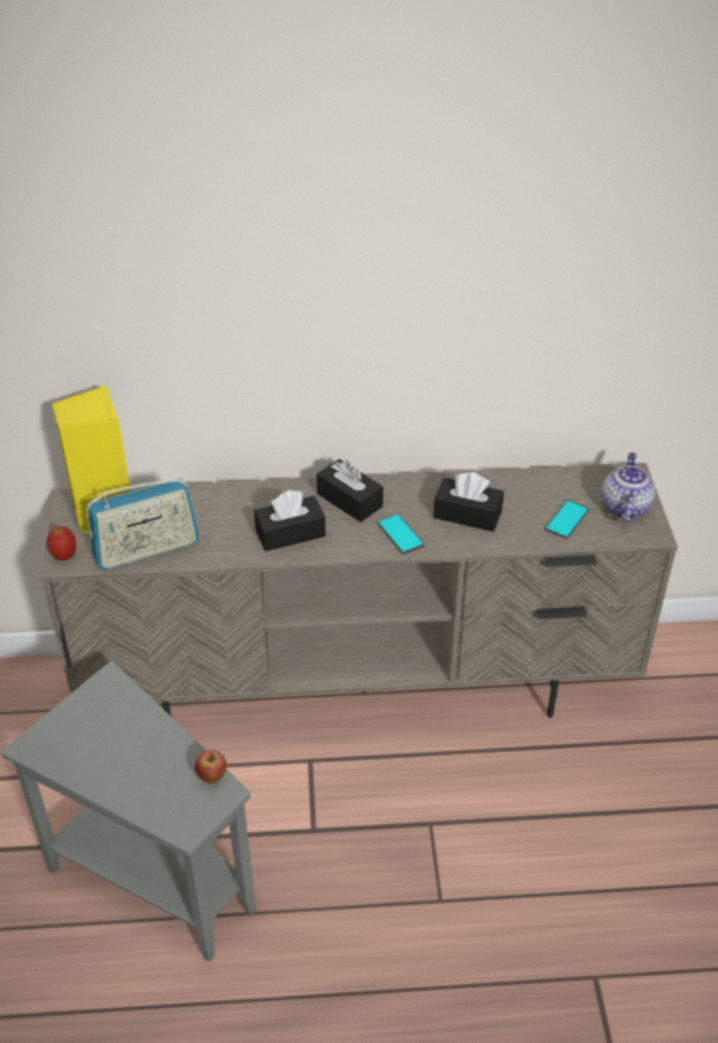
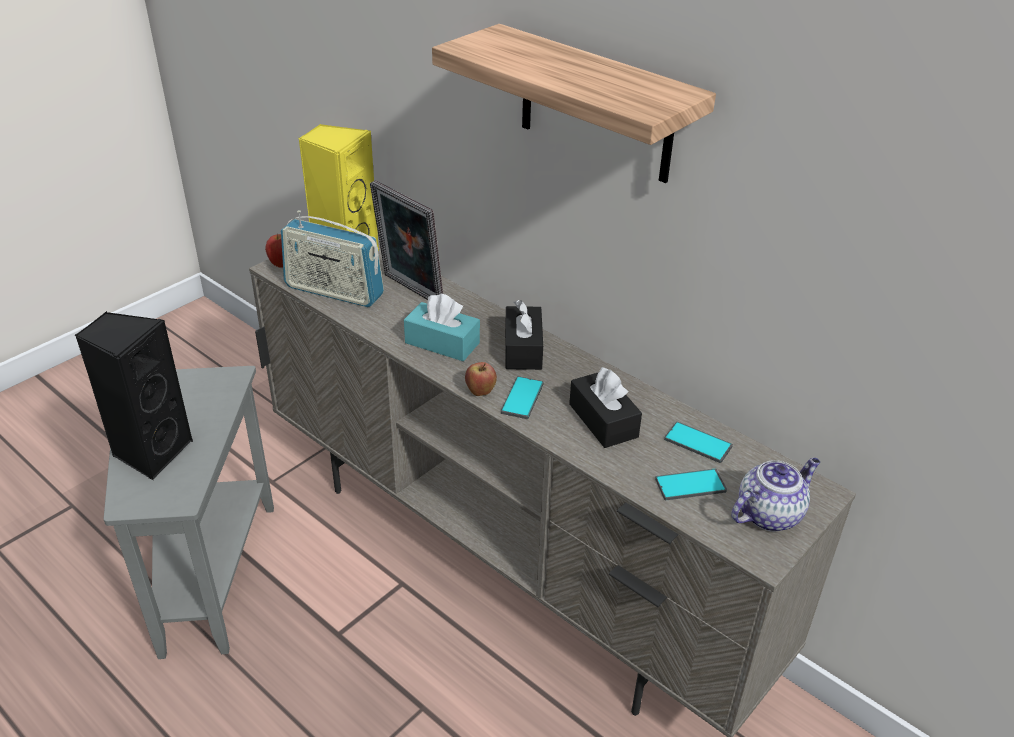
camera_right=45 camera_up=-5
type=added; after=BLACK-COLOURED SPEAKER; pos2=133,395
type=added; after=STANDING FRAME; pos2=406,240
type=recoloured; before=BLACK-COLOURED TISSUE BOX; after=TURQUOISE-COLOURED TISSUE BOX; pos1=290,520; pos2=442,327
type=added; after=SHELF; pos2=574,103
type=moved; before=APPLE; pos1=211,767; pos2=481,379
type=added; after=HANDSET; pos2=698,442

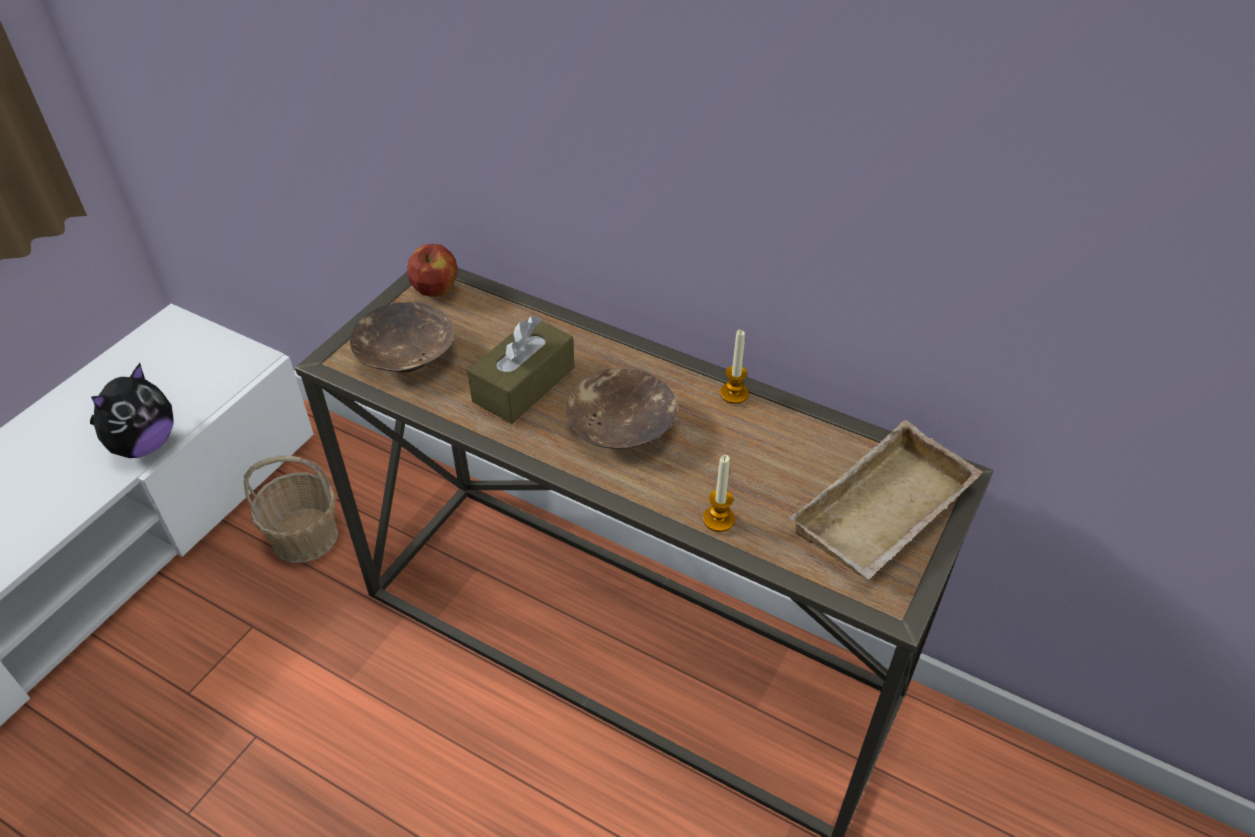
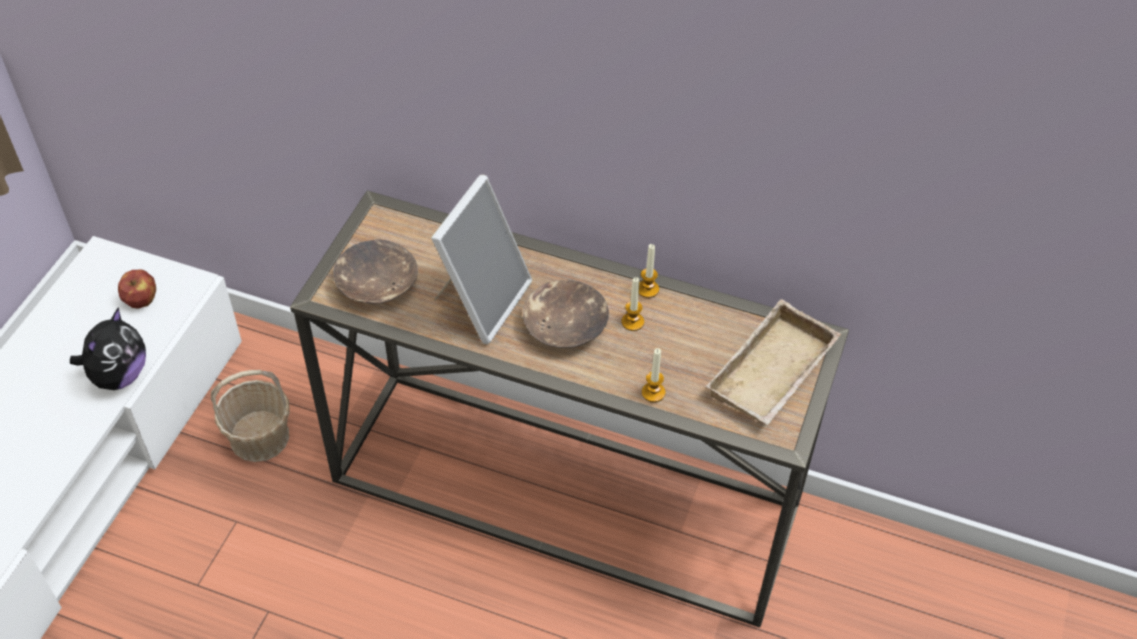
camera_right=-10 camera_up=5
type=moved; before=APPLE; pos1=432,270; pos2=137,289
type=replaced; before=BROWN-COLOURED TISSUE BOX; after=STANDING FRAME; pos1=521,370; pos2=481,259
type=added; after=WAX CANDLE; pos2=632,304

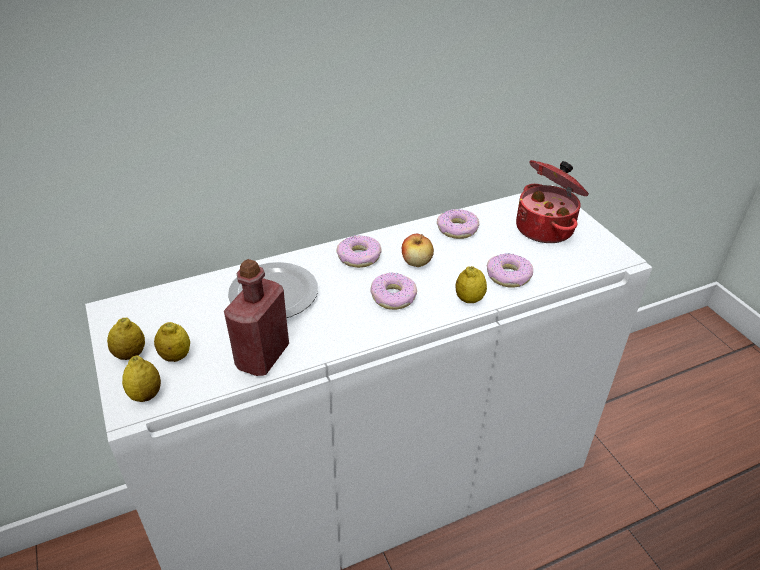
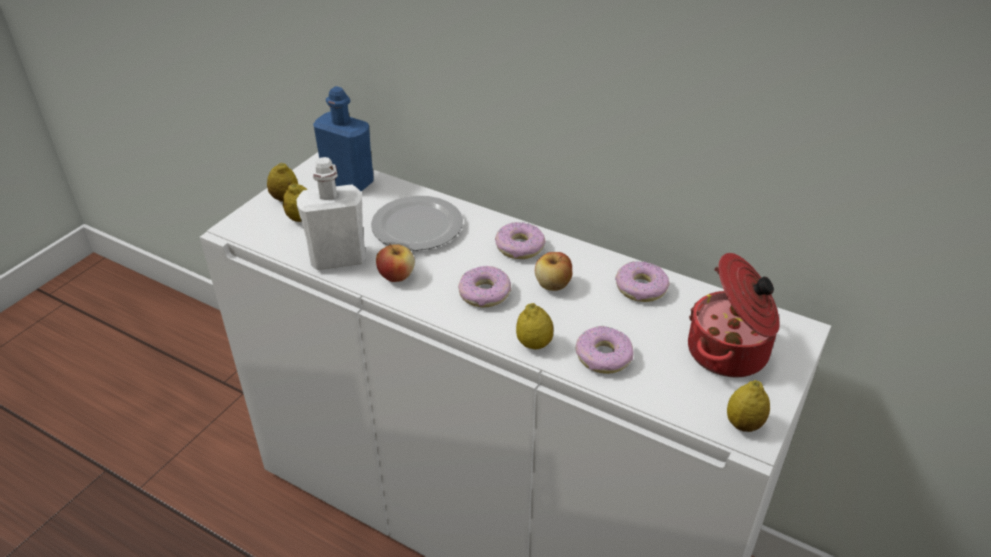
camera_right=55 camera_up=0
type=recoloured; before=RED DRINK BOTTLE; after=WHITE DRINK BOTTLE; pos1=256,317; pos2=331,213
type=added; after=BLUE DRINK BOTTLE; pos2=343,138
type=added; after=APPLE; pos2=395,263
type=moved; before=WHOLE LEMON; pos1=141,378; pos2=748,406

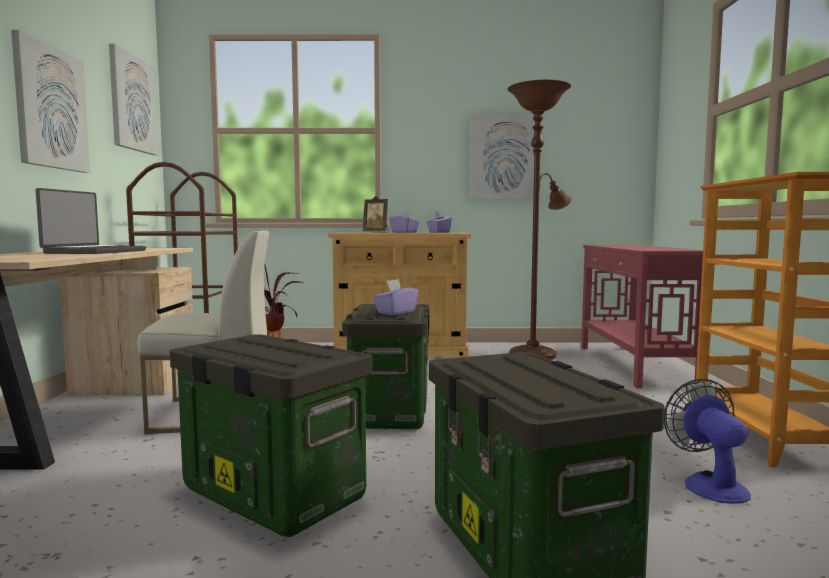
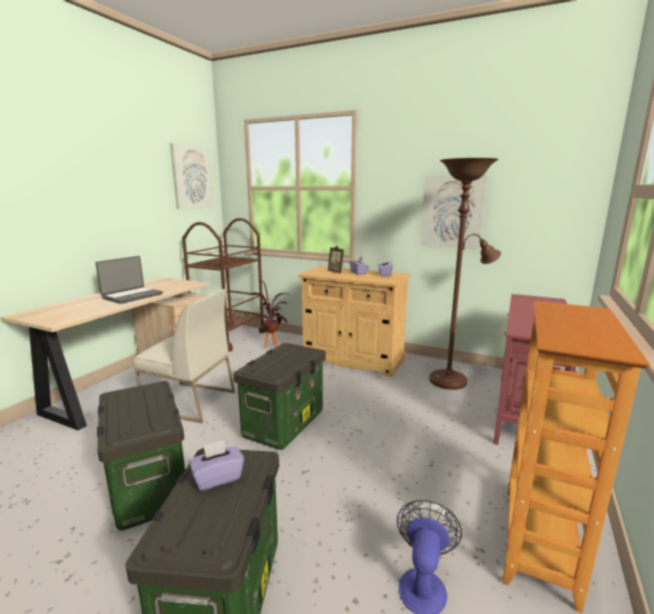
camera_right=25 camera_up=10
type=moved; before=PURPLE TISSUE BOX; pos1=396,297; pos2=216,465
type=removed; before=WALL ART; pos1=50,101

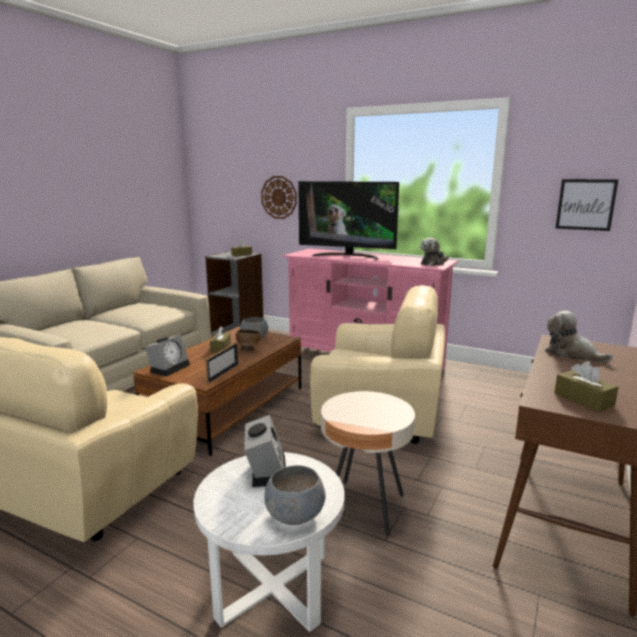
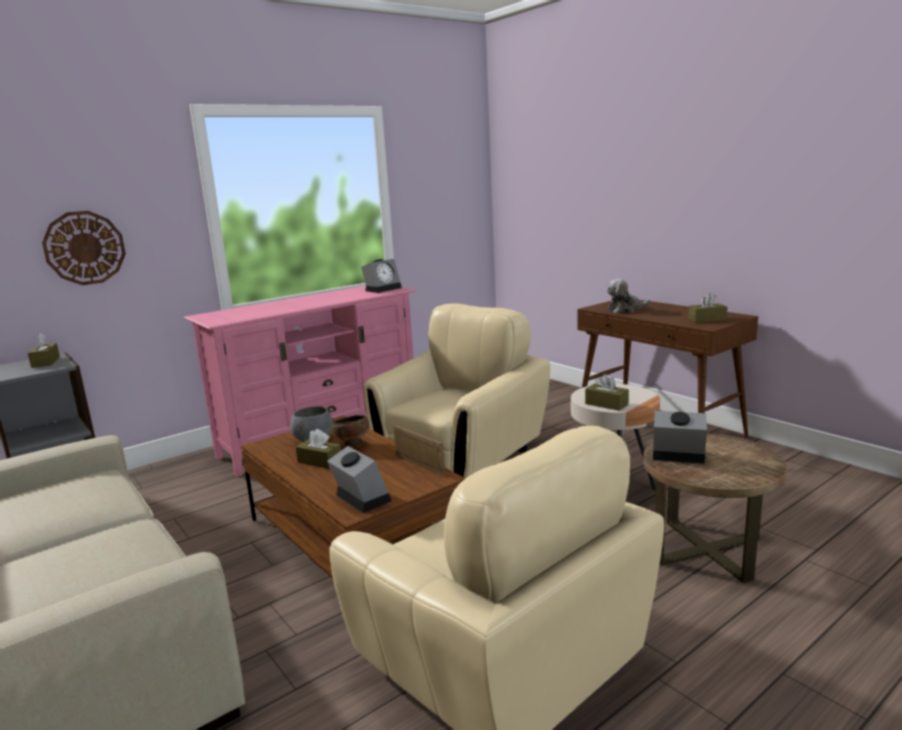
camera_right=-65 camera_up=0
type=replaced; before=CUDDLY TOY; after=TABLE CLOCK; pos1=435,252; pos2=381,276
type=added; after=BROWN-COLOURED TISSUE BOX; pos2=607,392
type=recoloured; before=WHITE ACCENT TABLE; after=BROWN-COLOURED ACCENT TABLE; pos1=269,542; pos2=715,508
type=removed; before=GRAY DEEP DISH; pos1=295,495
type=removed; before=TELEVISION; pos1=348,220
type=removed; before=WALL ART; pos1=586,205

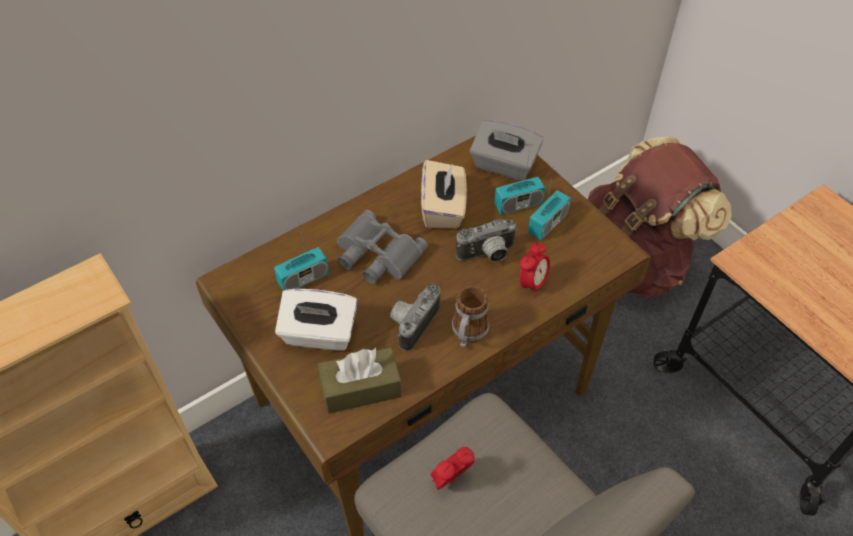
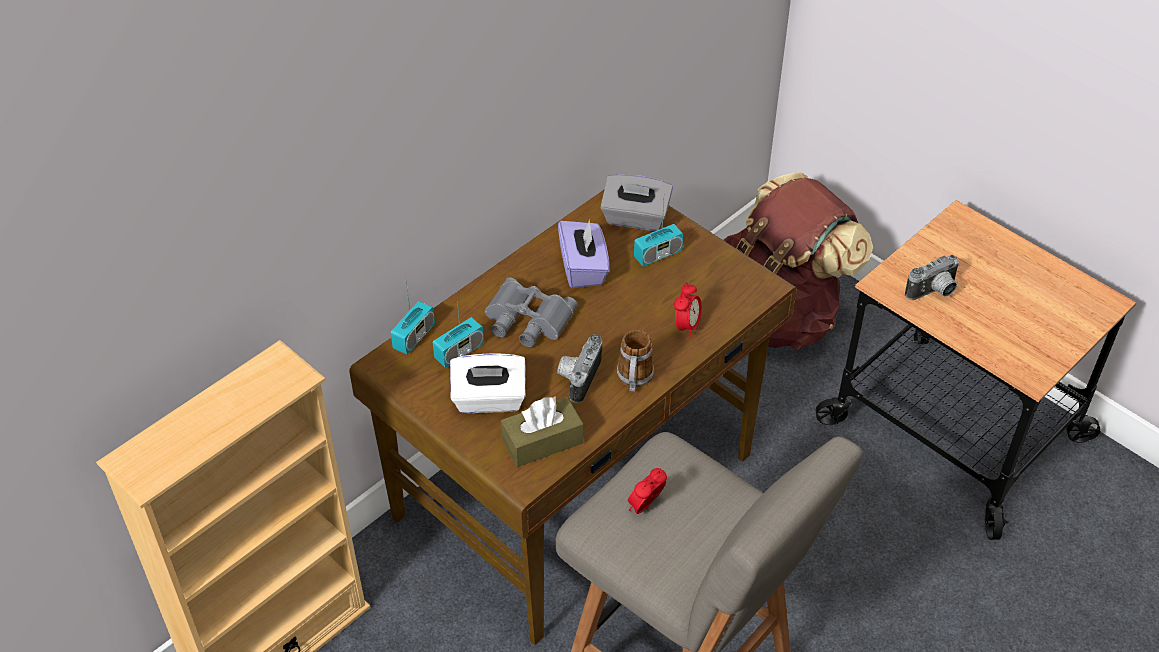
camera_right=-10 camera_up=-5
type=moved; before=RADIO; pos1=549,203; pos2=413,315
type=recoloured; before=SAND-COLOURED TISSUE BOX; after=PURPLE TISSUE BOX; pos1=444,194; pos2=583,254
type=moved; before=PHOTO CAMERA; pos1=487,240; pos2=932,277

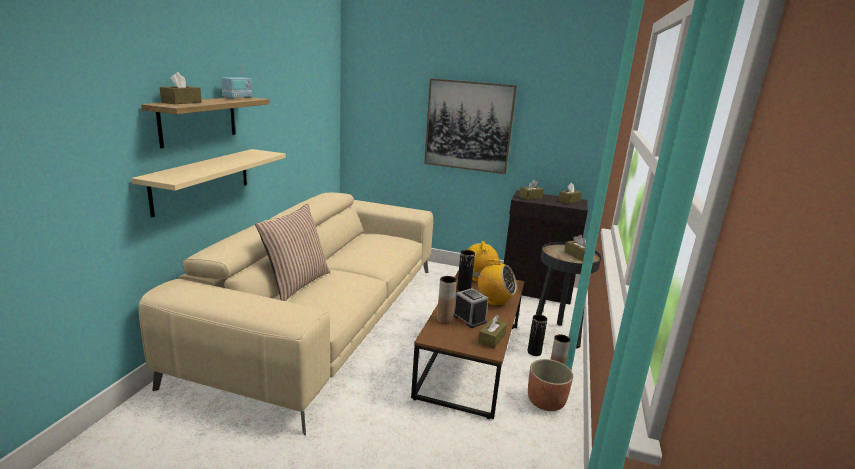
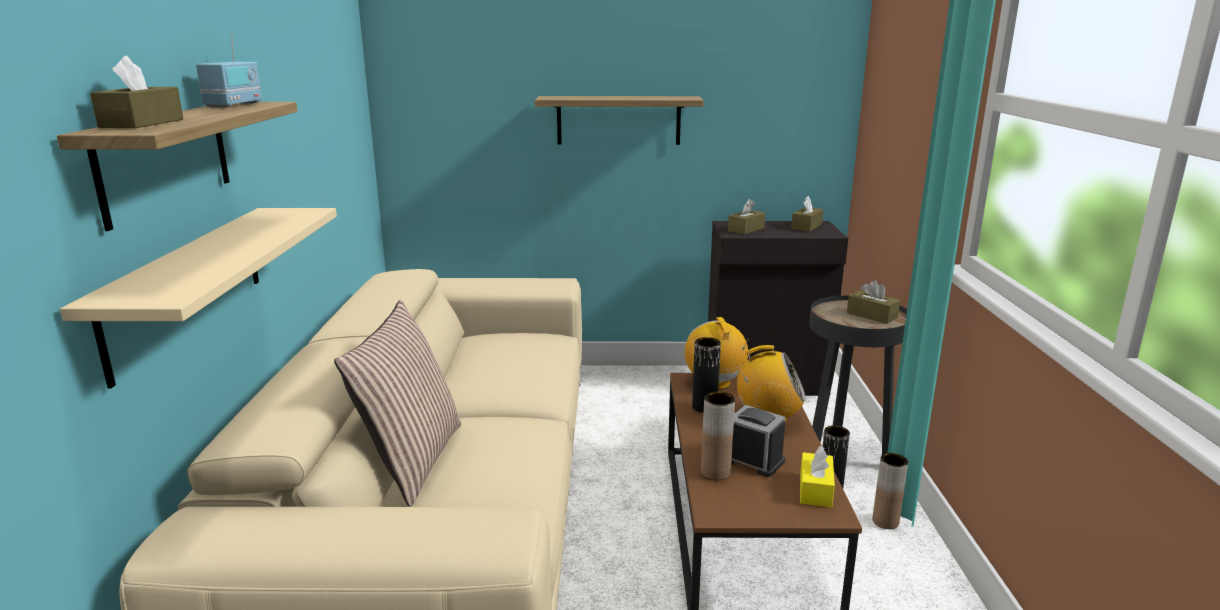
camera_right=-15 camera_up=0
type=replaced; before=WALL ART; after=SHELF; pos1=470,126; pos2=619,120
type=recoloured; before=BROWN-COLOURED TISSUE BOX; after=YELLOWISH TISSUE BOX; pos1=492,332; pos2=817,476
type=removed; before=FLOWER POT; pos1=550,385

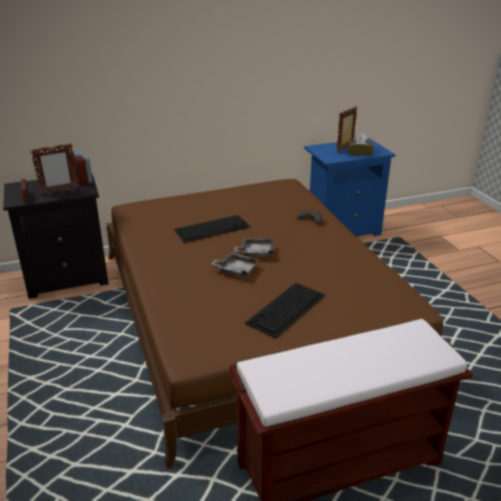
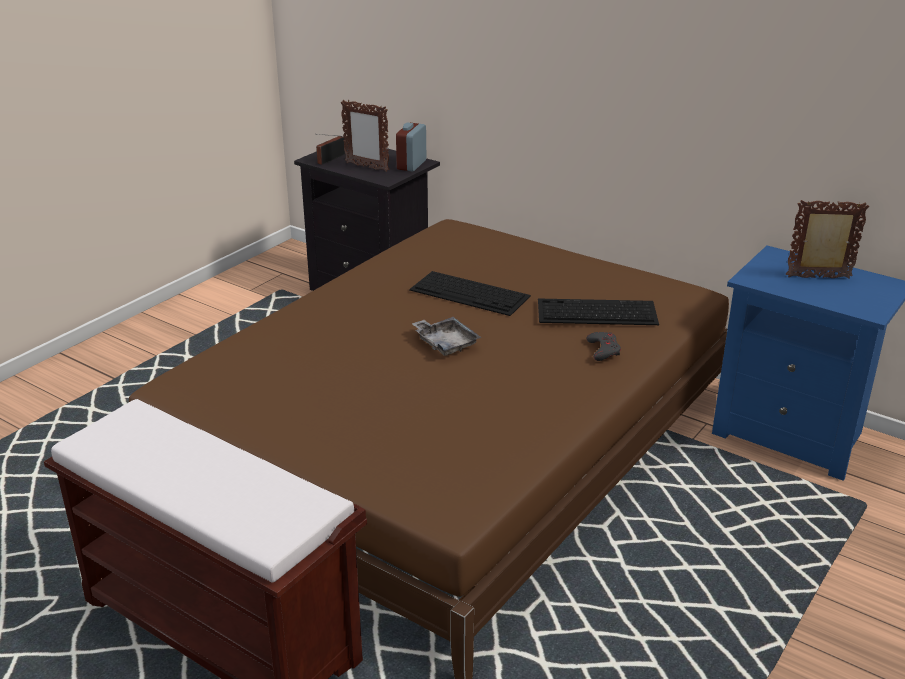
camera_right=55 camera_up=0
type=moved; before=COMPUTER KEYBOARD; pos1=285,310; pos2=598,311
type=removed; before=GRAY TRAY; pos1=235,265
type=removed; before=BROWN-COLOURED TISSUE BOX; pos1=360,144

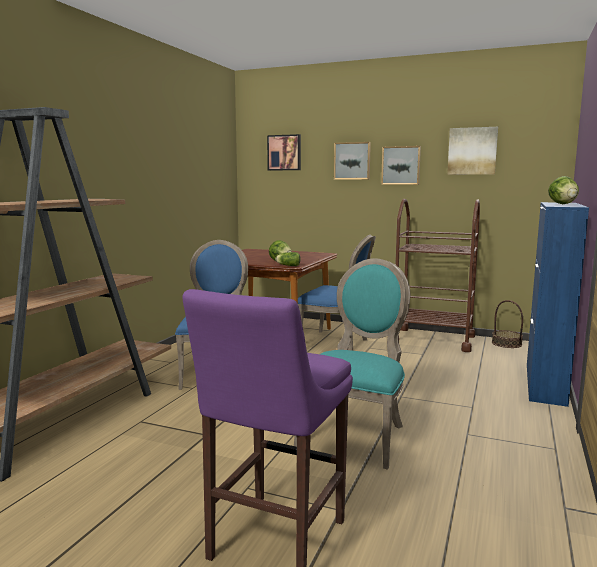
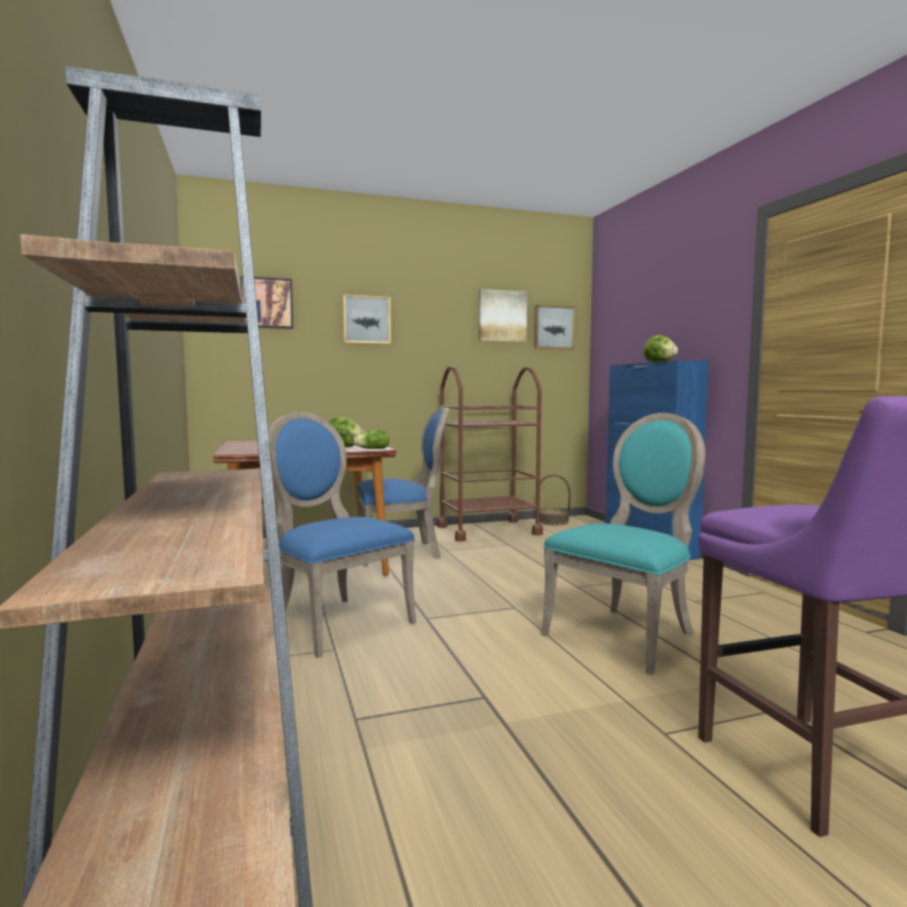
camera_right=-40 camera_up=-5
type=moved; before=WALL ART; pos1=401,165; pos2=554,327
type=turned; before=TURQUOISE-COLOURED PLAIN CHAIR; pos1=352,364; pos2=623,544; turn=60

